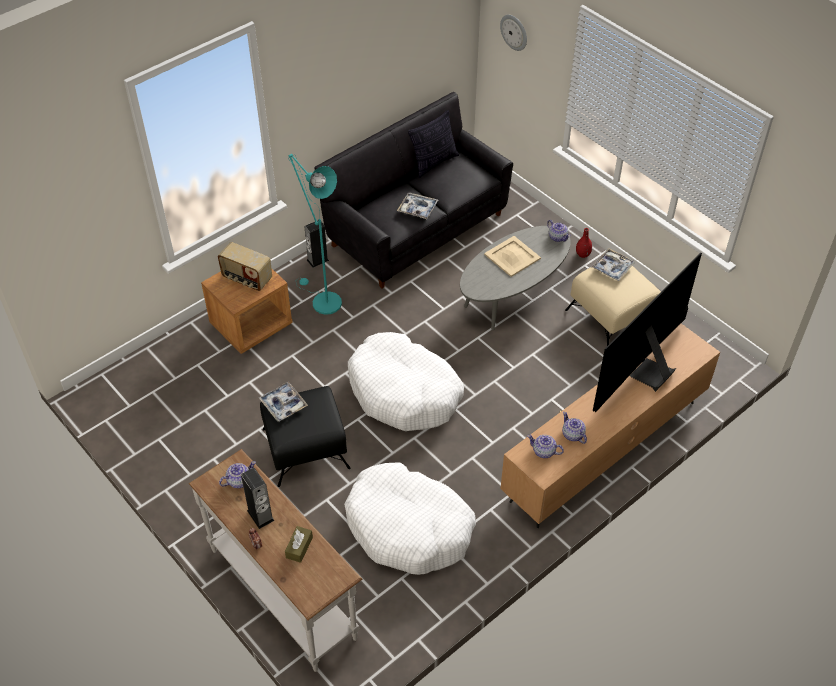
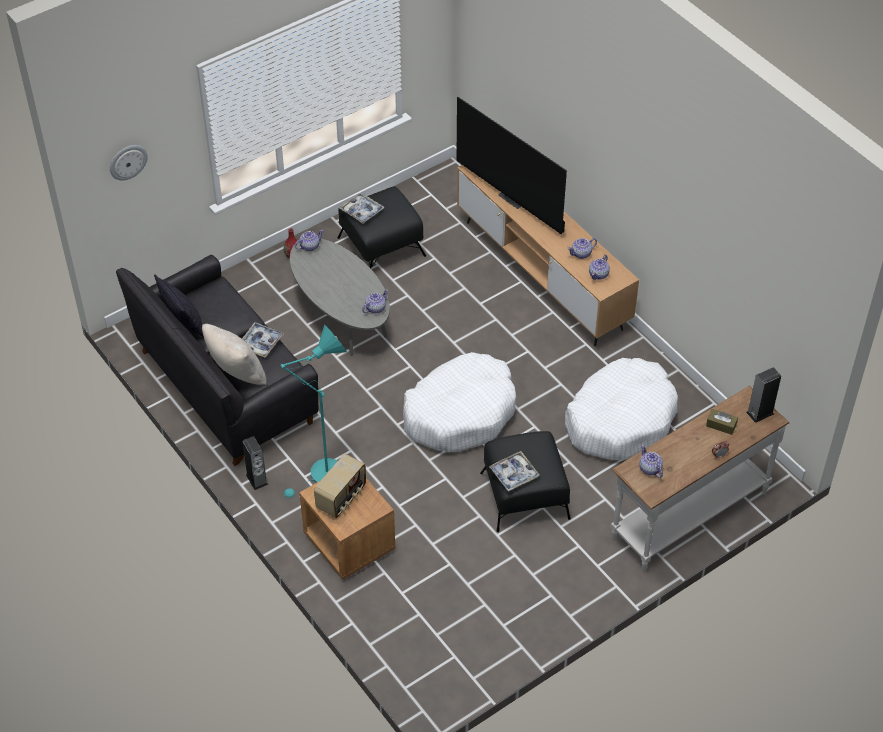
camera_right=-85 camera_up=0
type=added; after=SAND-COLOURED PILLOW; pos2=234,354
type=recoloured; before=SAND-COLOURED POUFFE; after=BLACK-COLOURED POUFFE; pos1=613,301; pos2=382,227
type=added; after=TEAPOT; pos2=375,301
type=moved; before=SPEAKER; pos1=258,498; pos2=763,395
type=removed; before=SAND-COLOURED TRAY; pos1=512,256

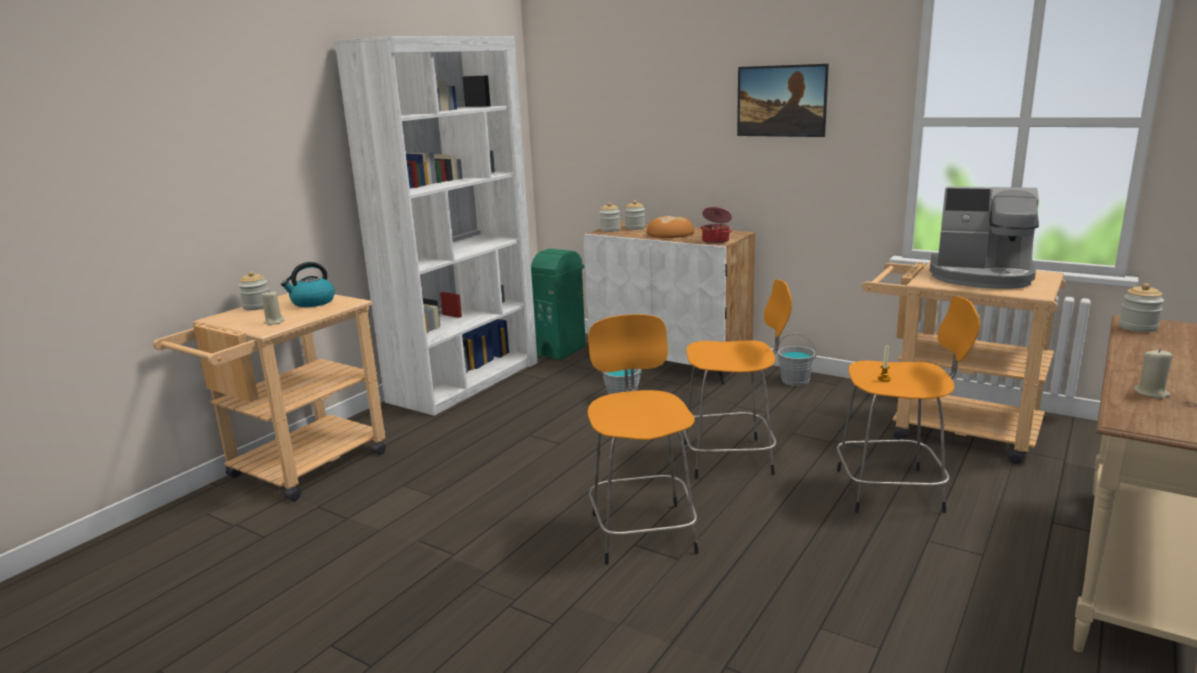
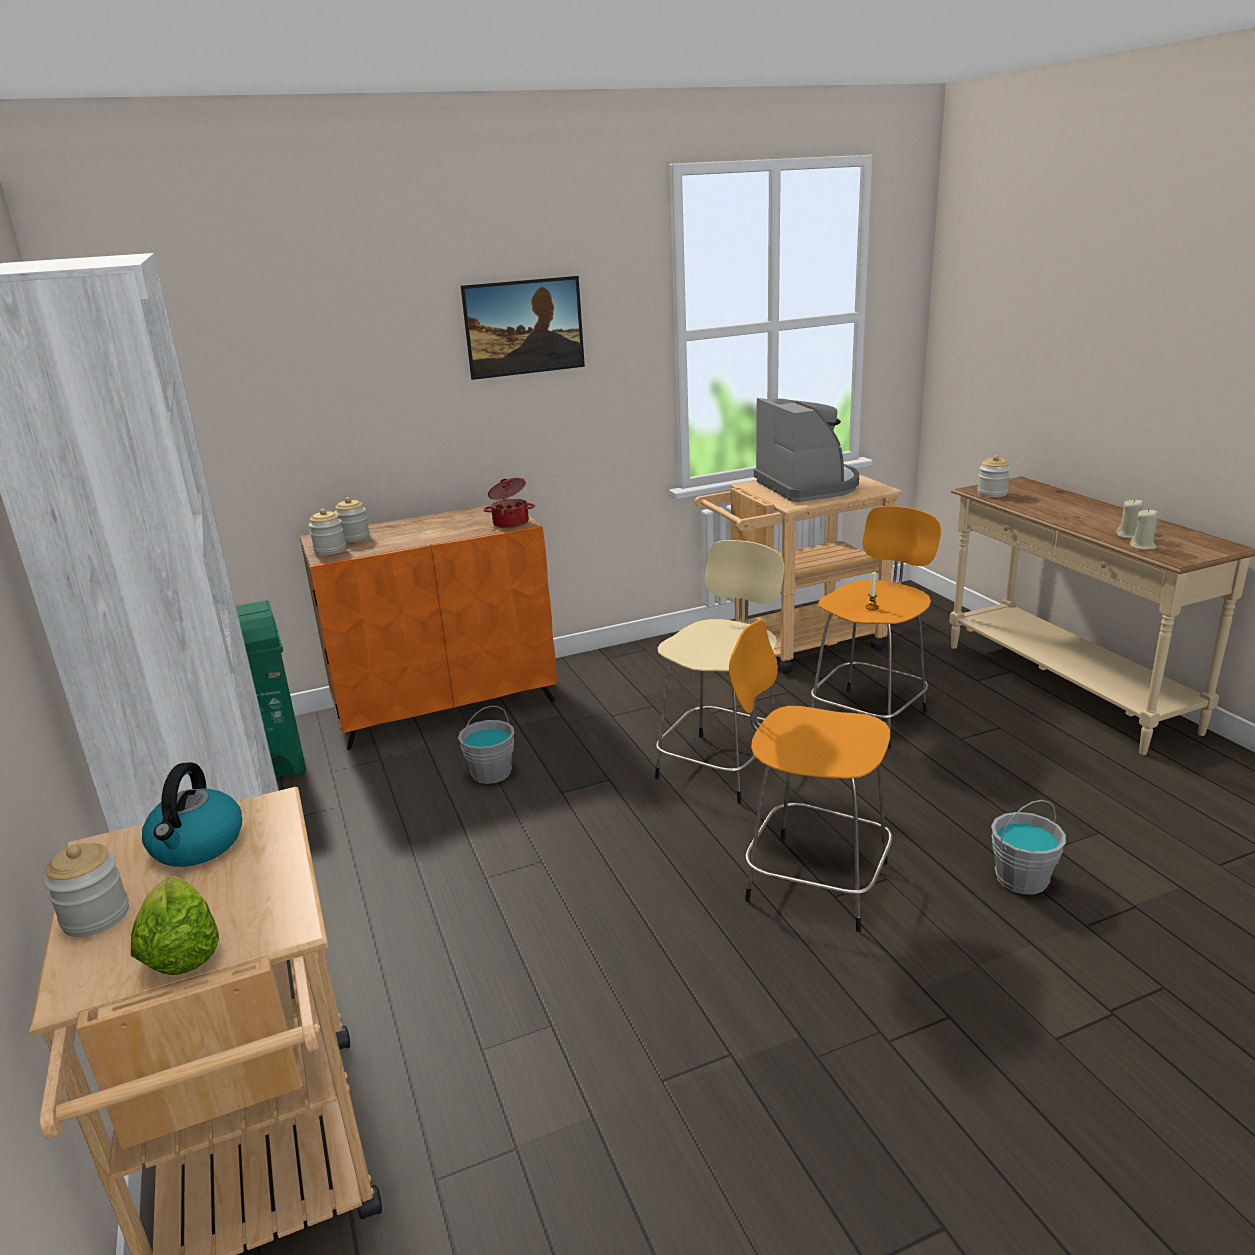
camera_right=-55 camera_up=5
type=added; after=LETTUCE HEAD; pos2=175,925
type=recoloured; before=WHITE STORAGE CABINET; after=ORANGE STORAGE CABINET; pos1=669,303; pos2=428,627
type=recoloured; before=ORANGE STOOL SEAT; after=SAND-COLOURED STOOL SEAT; pos1=737,379; pos2=719,672
type=turned; before=COFFEE MACHINE; pos1=984,237; pos2=806,450; turn=-75
type=moved; before=GRAY PAIL; pos1=796,360; pos2=1028,847
type=moved; before=SAND-COLOURED WAX CANDLE; pos1=272,307; pos2=1144,529
type=removed; before=BREAD; pos1=670,227

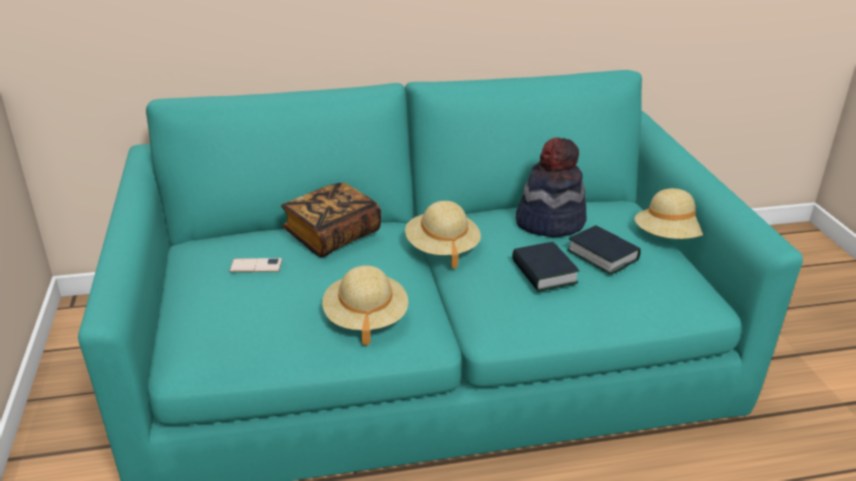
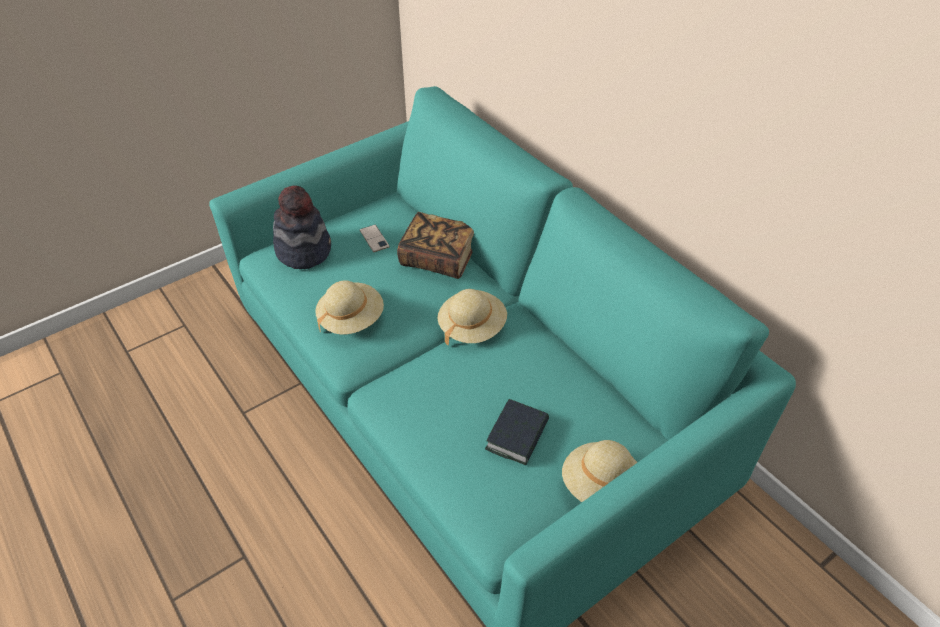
camera_right=65 camera_up=15
type=moved; before=HAT; pos1=551,187; pos2=302,227
type=removed; before=VOLUME; pos1=545,267

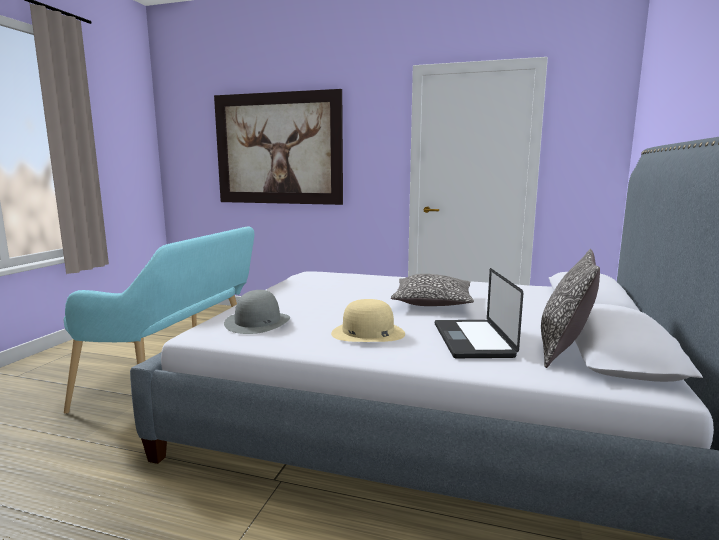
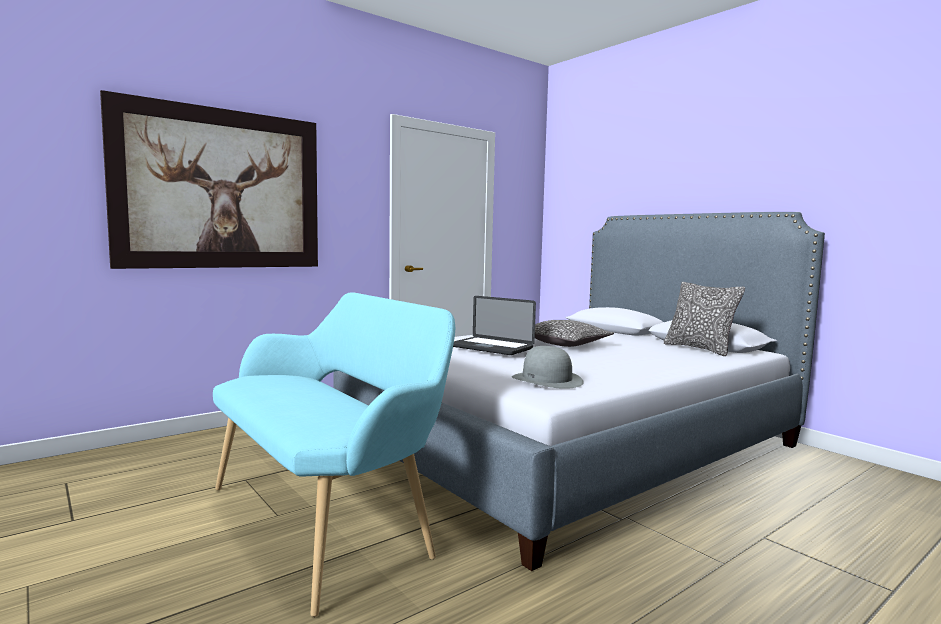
camera_right=-55 camera_up=-5
type=moved; before=NOTEBOOK COMPUTER; pos1=479,313; pos2=494,325
type=removed; before=SAND-COLOURED HAT; pos1=368,320

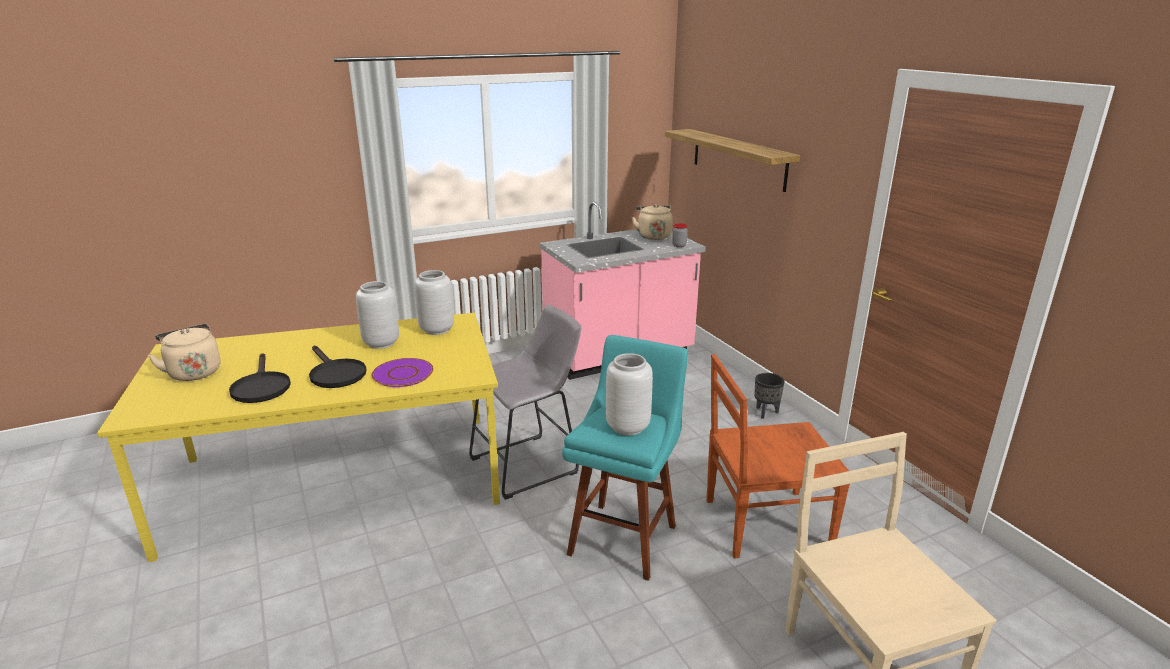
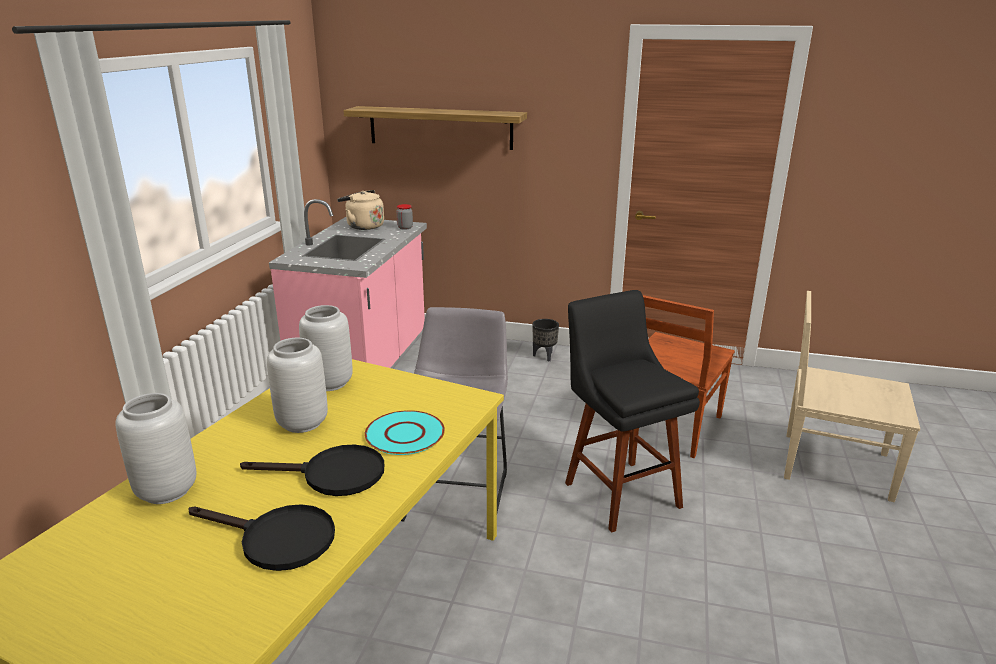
camera_right=-50 camera_up=0
type=moved; before=GRAY VASE; pos1=629,394; pos2=156,448
type=recoloured; before=PURPLE DINNER PLATE; after=TURQUOISE-COLOURED DINNER PLATE; pos1=403,372; pos2=404,432
type=recoloured; before=TURQUOISE-COLOURED STOOL SEAT; after=BLACK-COLOURED STOOL SEAT; pos1=625,458; pos2=632,411
type=removed; before=SAND-COLOURED WATER KETTLE; pos1=184,352

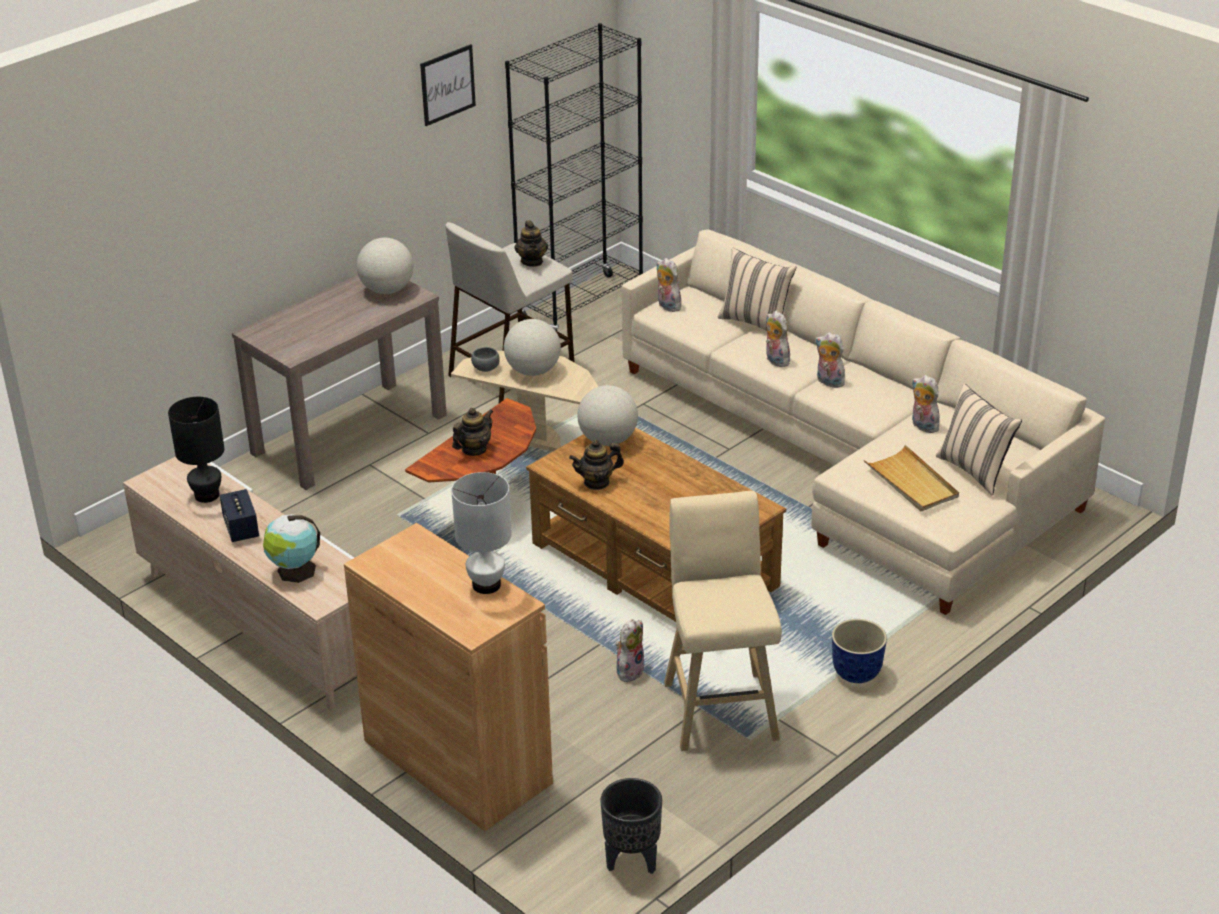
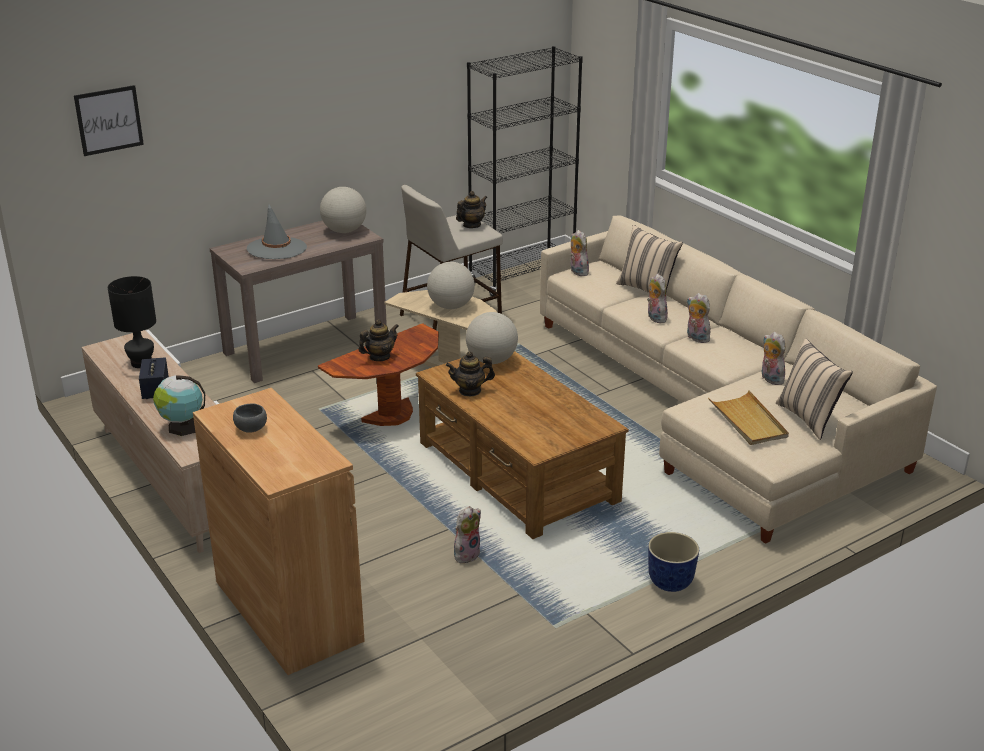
camera_right=10 camera_up=-5
type=moved; before=WALL ART; pos1=448,85; pos2=109,120
type=moved; before=GRAY DEEP DISH; pos1=485,359; pos2=250,418
type=added; after=GRAY HAT; pos2=276,231
type=turned; before=TEAPOT; pos1=531,244; pos2=472,209; turn=-135
type=removed; before=WHITE TABLE LAMP; pos1=481,533
type=removed; before=BLACK-COLOURED FLOWER POT; pos1=631,826
type=removed; before=SAND-COLOURED STOOL SEAT; pos1=723,621

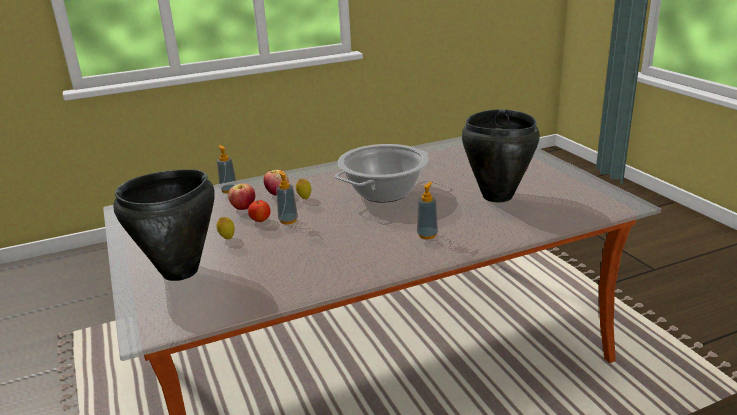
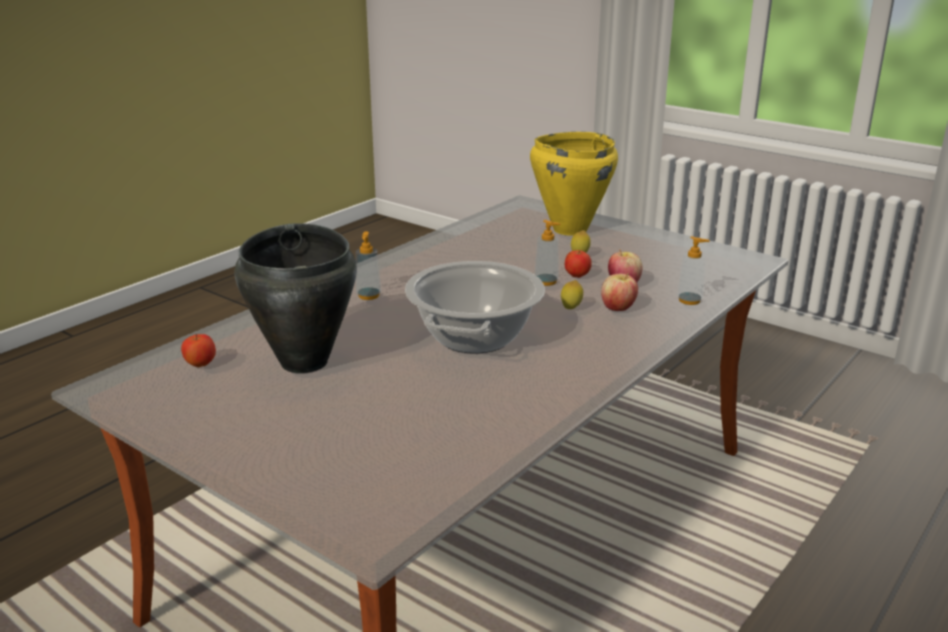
camera_right=150 camera_up=0
type=added; after=APPLE; pos2=198,350
type=recoloured; before=BLACK-COLOURED COOKING POT; after=YELLOWISH COOKING POT; pos1=164,225; pos2=574,184

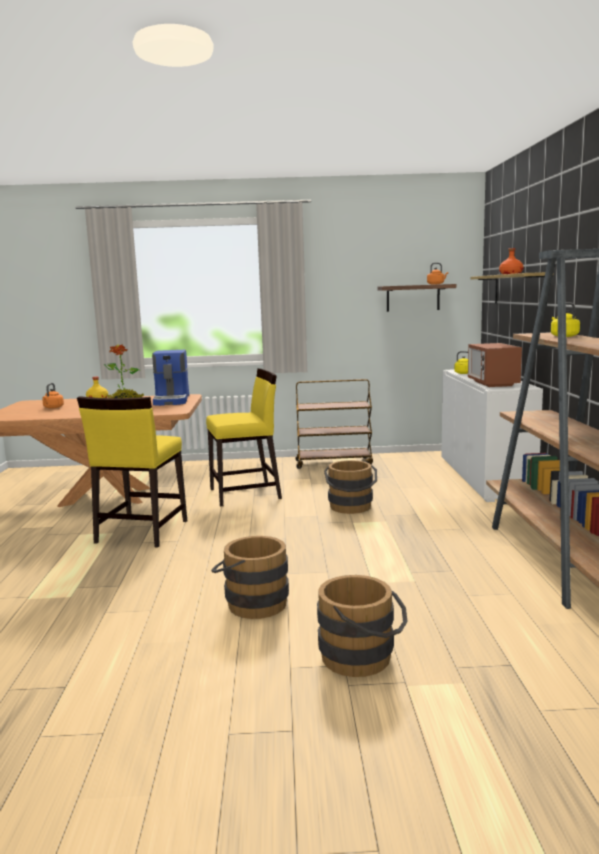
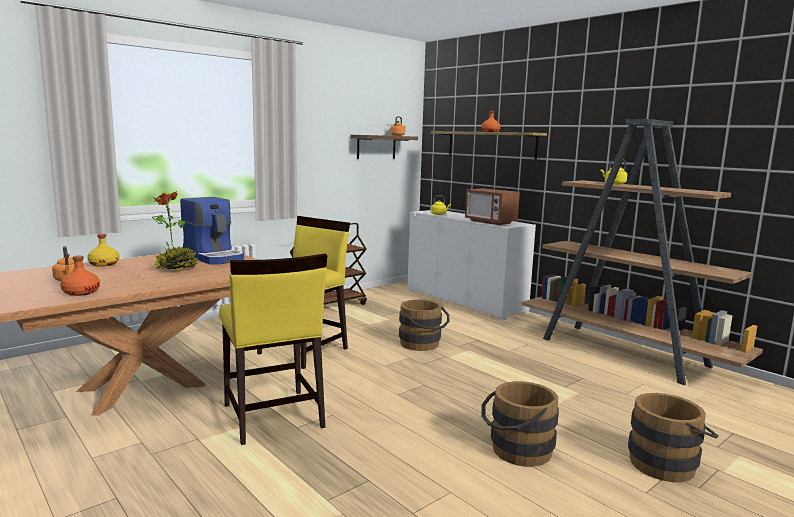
camera_right=-40 camera_up=0
type=added; after=ORANGE DRINK BOTTLE; pos2=80,275

